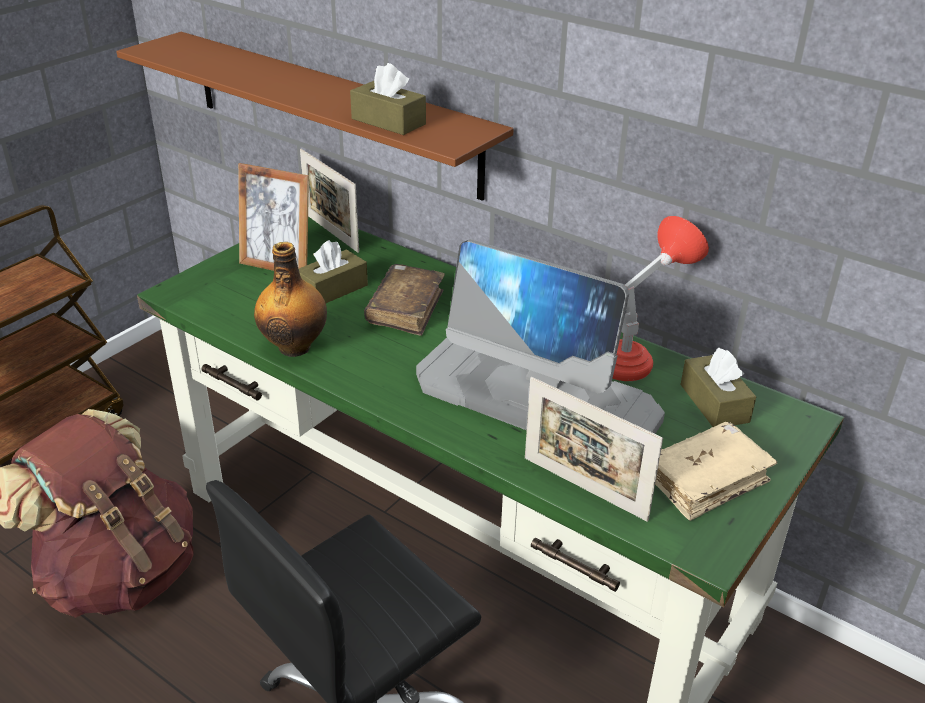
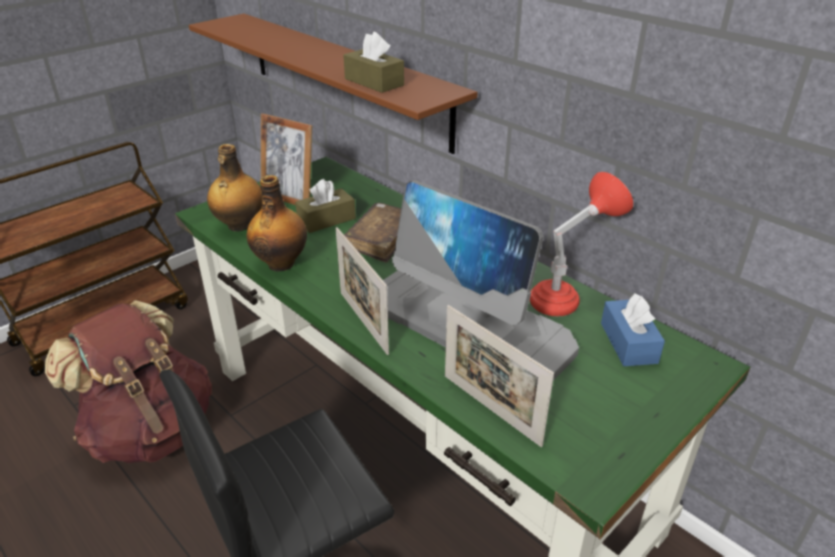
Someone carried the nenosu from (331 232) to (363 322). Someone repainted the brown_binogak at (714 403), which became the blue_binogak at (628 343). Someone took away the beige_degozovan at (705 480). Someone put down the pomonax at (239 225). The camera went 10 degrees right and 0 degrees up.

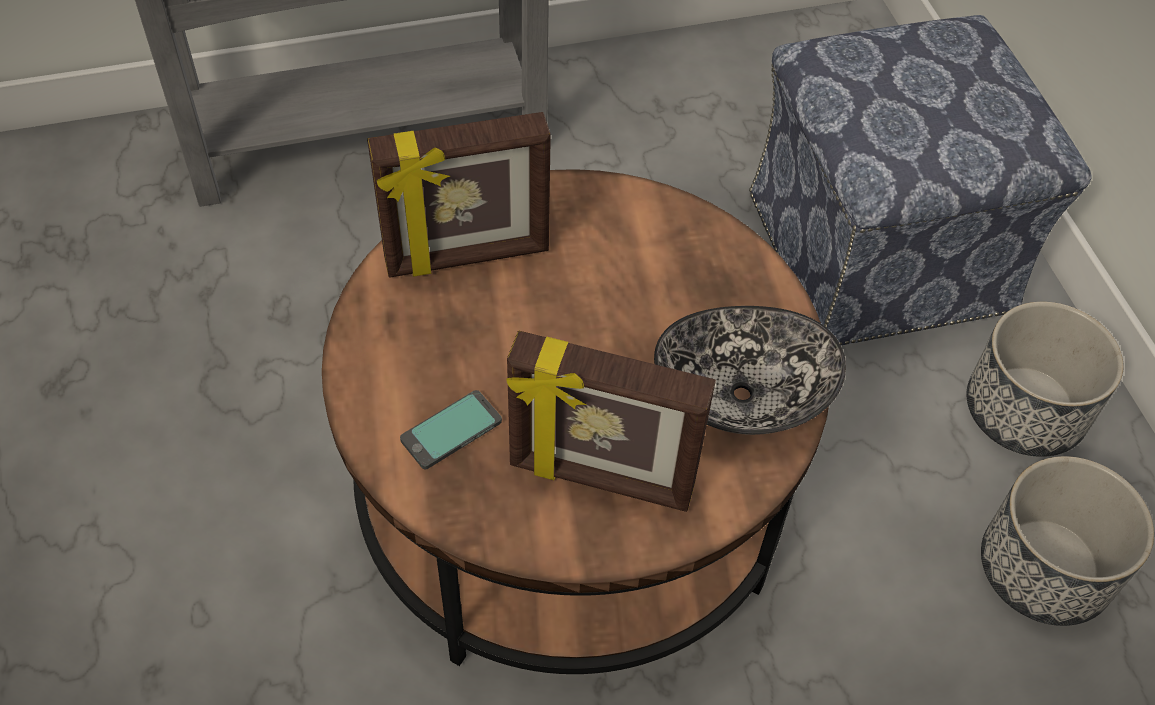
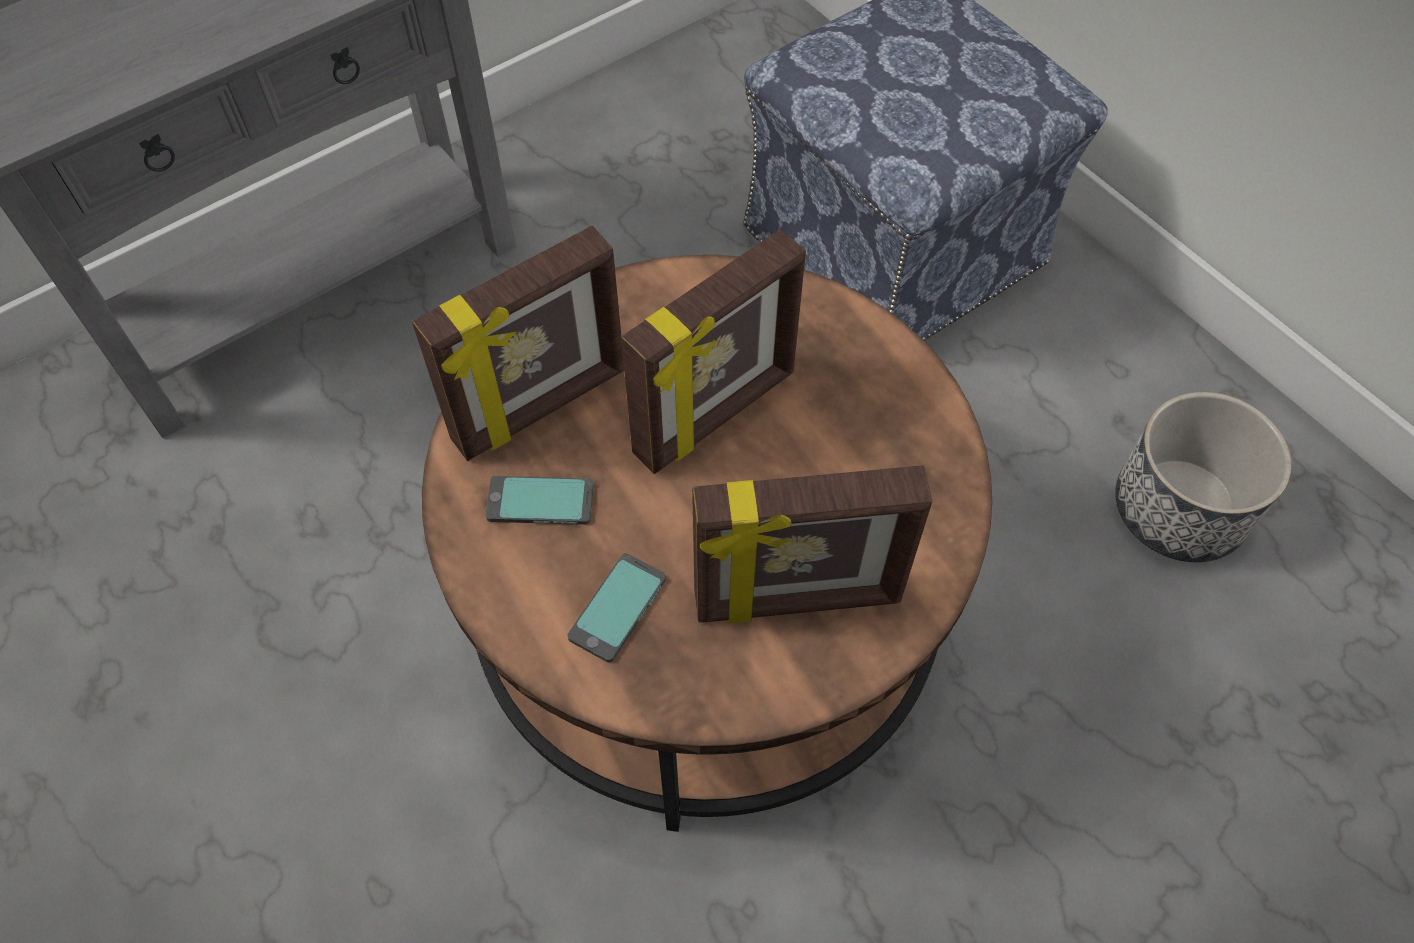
Someone took away the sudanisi at (1025 411). Someone took away the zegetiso at (741 393). Someone put down the nenosu at (716 415). Someone put down the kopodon at (540 502). The camera went 20 degrees left and 5 degrees up.

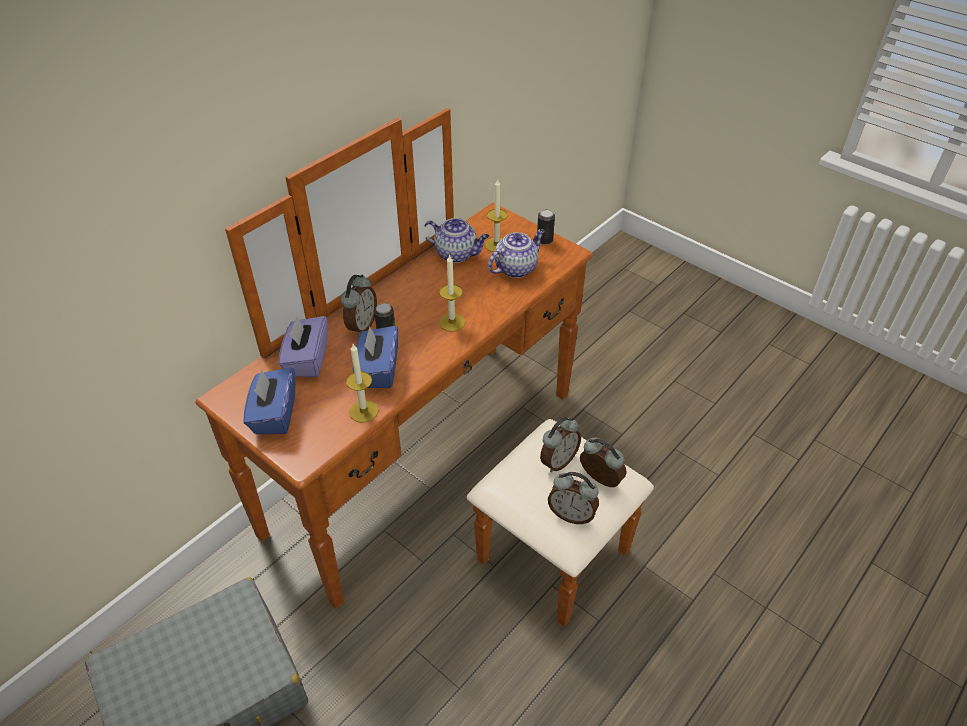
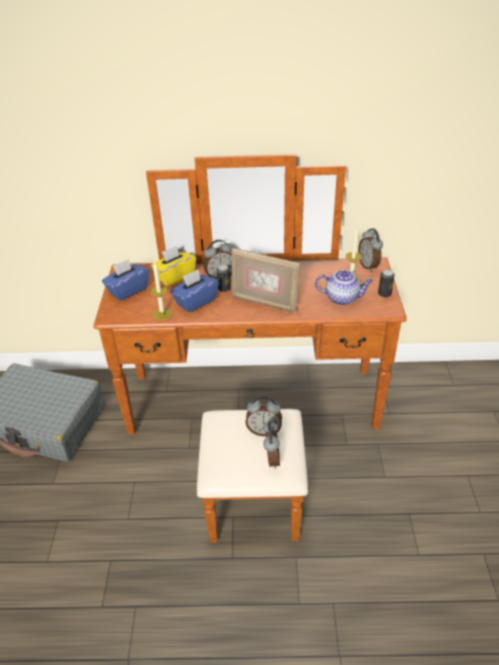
Someone took away the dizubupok at (457 254). Someone swapped the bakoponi at (452 322) for the nenosu at (264 303). Someone repainted the purple_binogak at (307 360), which became the yellow_binogak at (175 276). Someone carried the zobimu from (571 514) to (368 266). The camera went 50 degrees right and 5 degrees down.

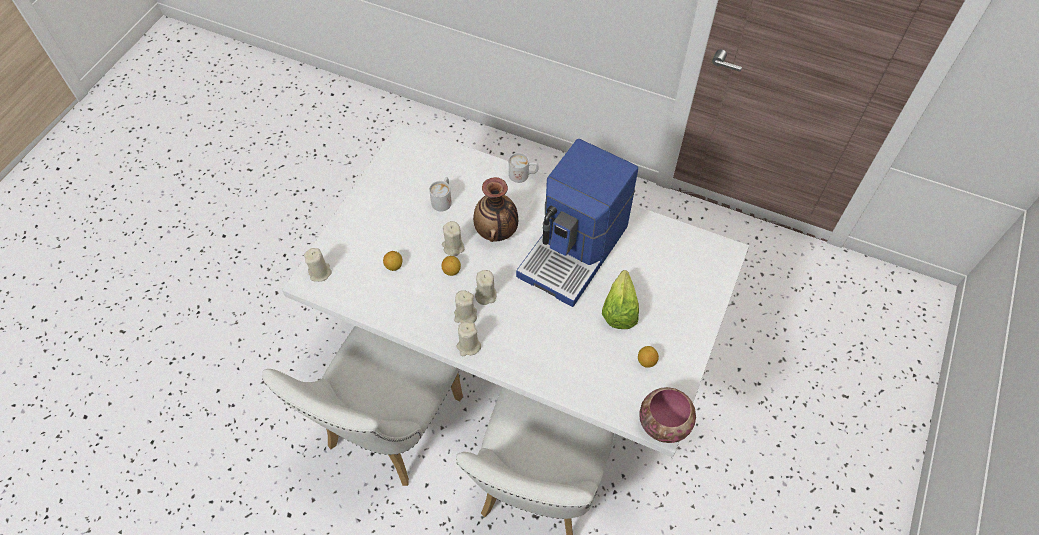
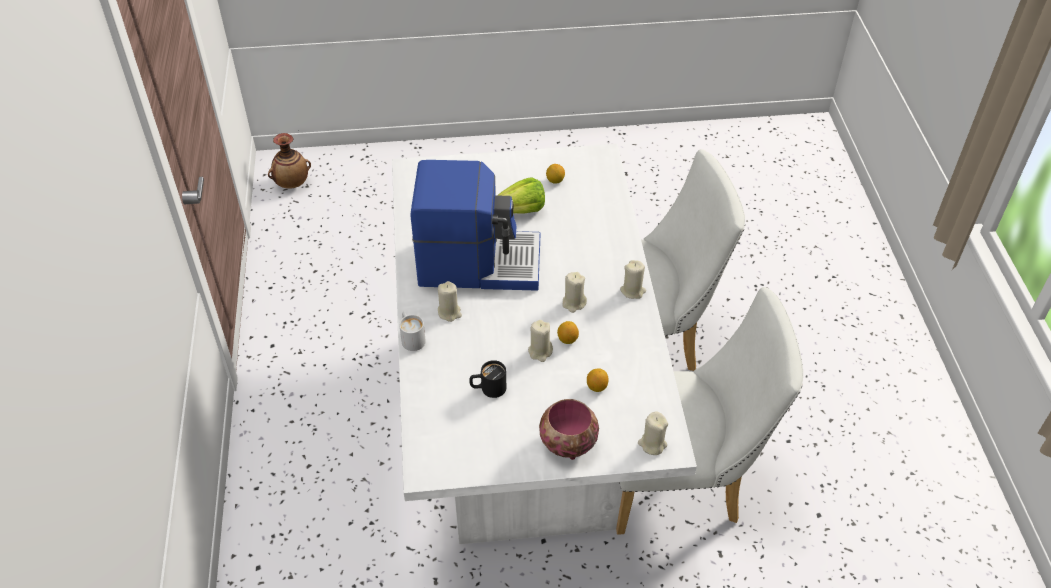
Someone repainted the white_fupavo at (443 199), which became the black_fupavo at (488 389). Someone carried the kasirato from (497 231) to (292 183). Someone carried the beige_bakoponi from (465 315) to (449 312). Someone carried the zegetiso from (664 422) to (566 443). The camera went 120 degrees left and 10 degrees down.

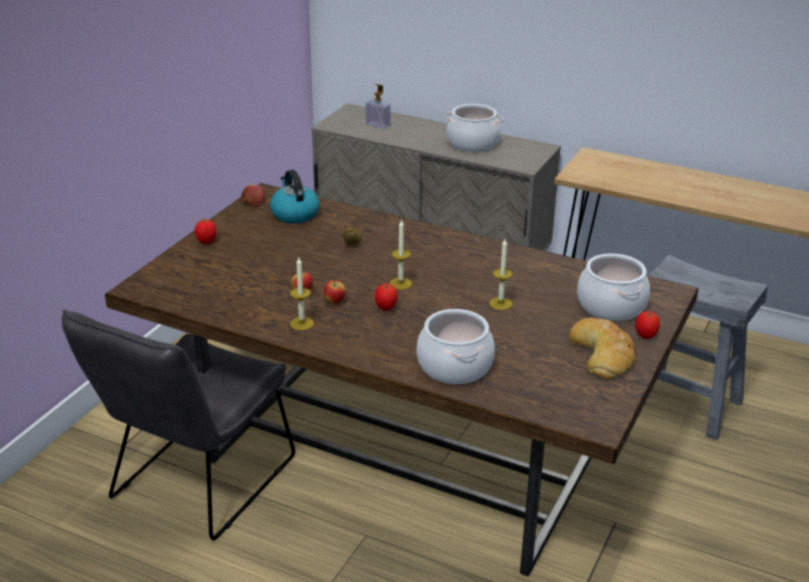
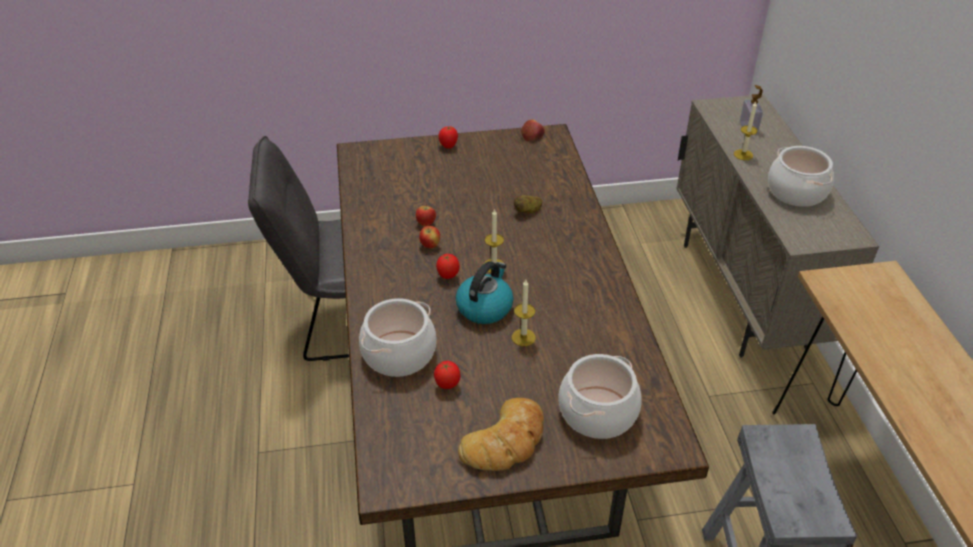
Someone carried the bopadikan from (294 214) to (484 307). Someone carried the bakoponi from (302 323) to (743 155). Someone carried the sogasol from (645 336) to (447 385). The camera went 55 degrees right and 10 degrees up.

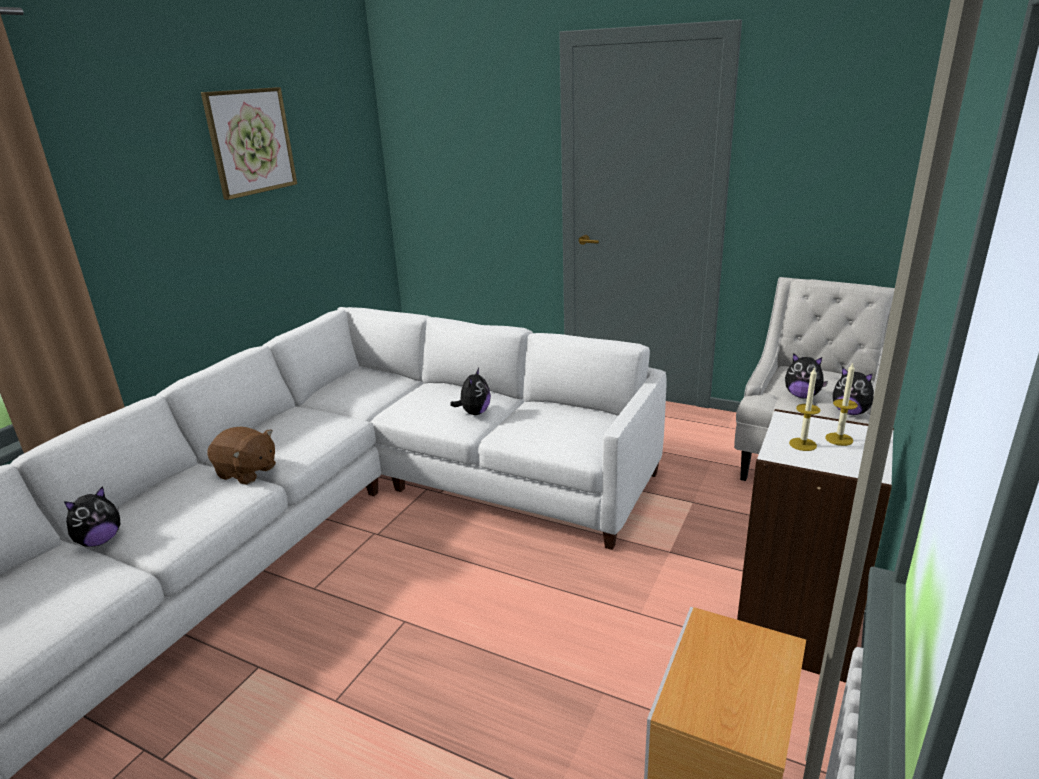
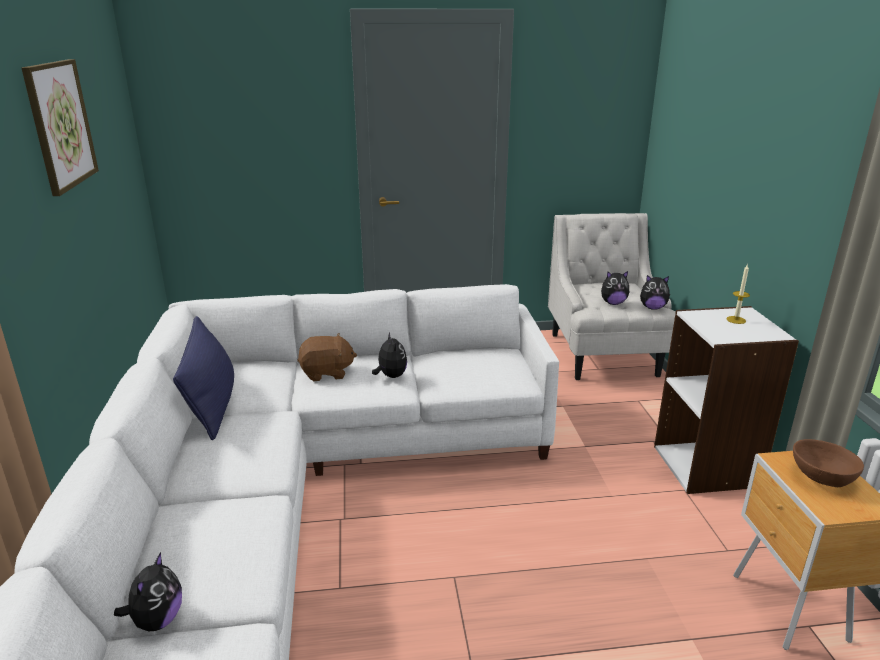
Someone took away the bakoponi at (802 444). Someone carried the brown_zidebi from (247 472) to (327 373). Someone put down the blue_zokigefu at (211 403). Someone put down the brown_zegetiso at (822 478). The camera went 35 degrees left and 0 degrees up.

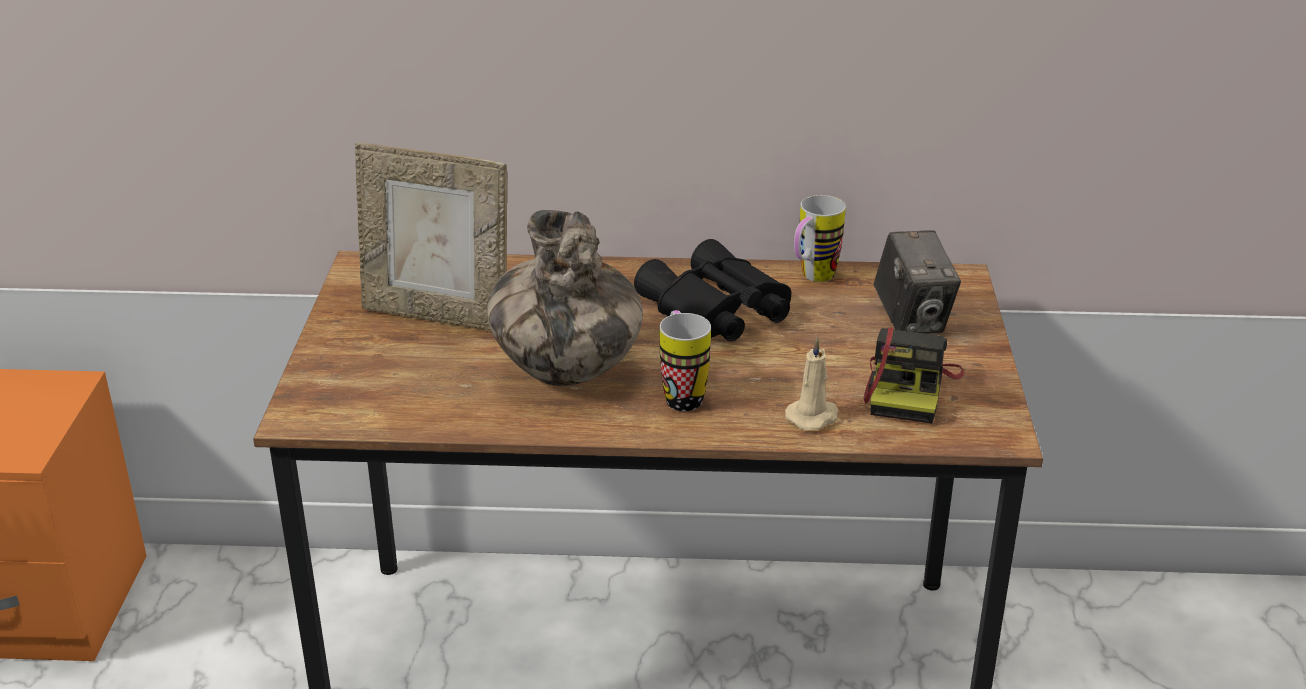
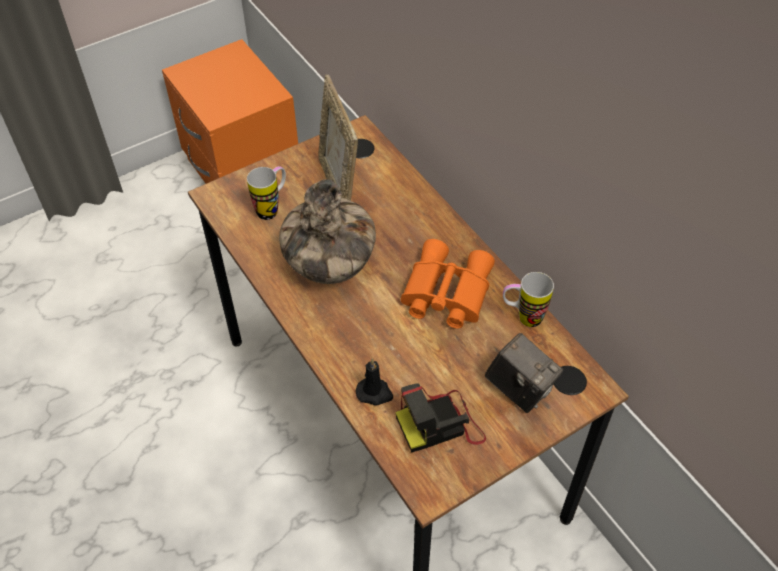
Someone rotated the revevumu at (912 319) by 90 degrees counterclockwise. Someone repainted the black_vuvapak at (715 311), which became the orange_vuvapak at (444 293). Someone carried the fupavo from (681 394) to (272 208). Someone repainted the beige_bakoponi at (813 417), which became the black_bakoponi at (375 393). The camera went 55 degrees right and 20 degrees up.

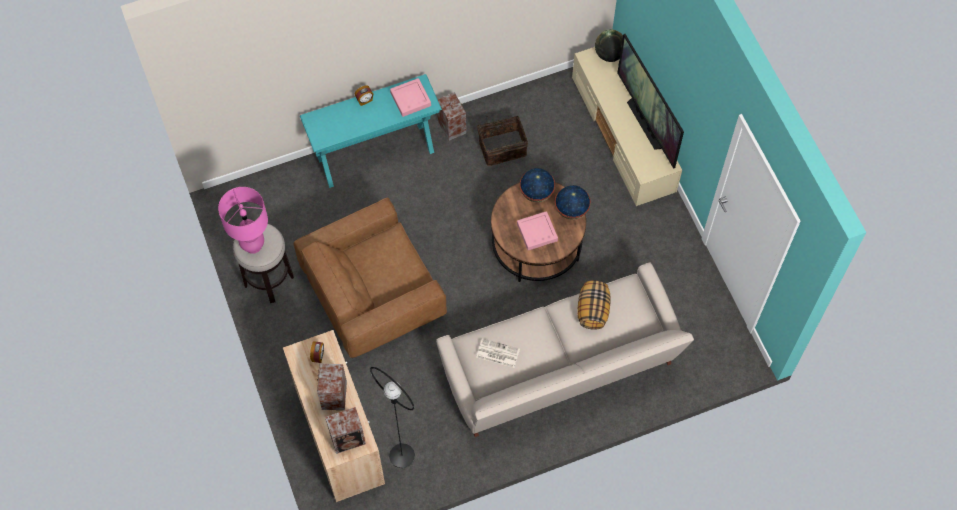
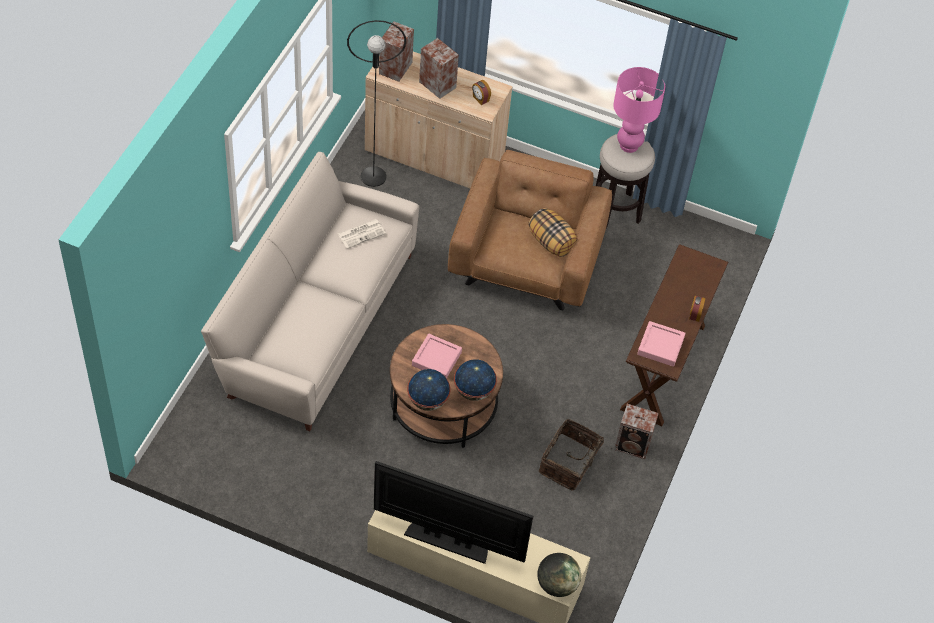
Someone repainted the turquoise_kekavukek at (376 155), which became the brown_kekavukek at (663 367). Someone carried the zokigefu from (592 310) to (551 242). The camera went 130 degrees right and 10 degrees down.

